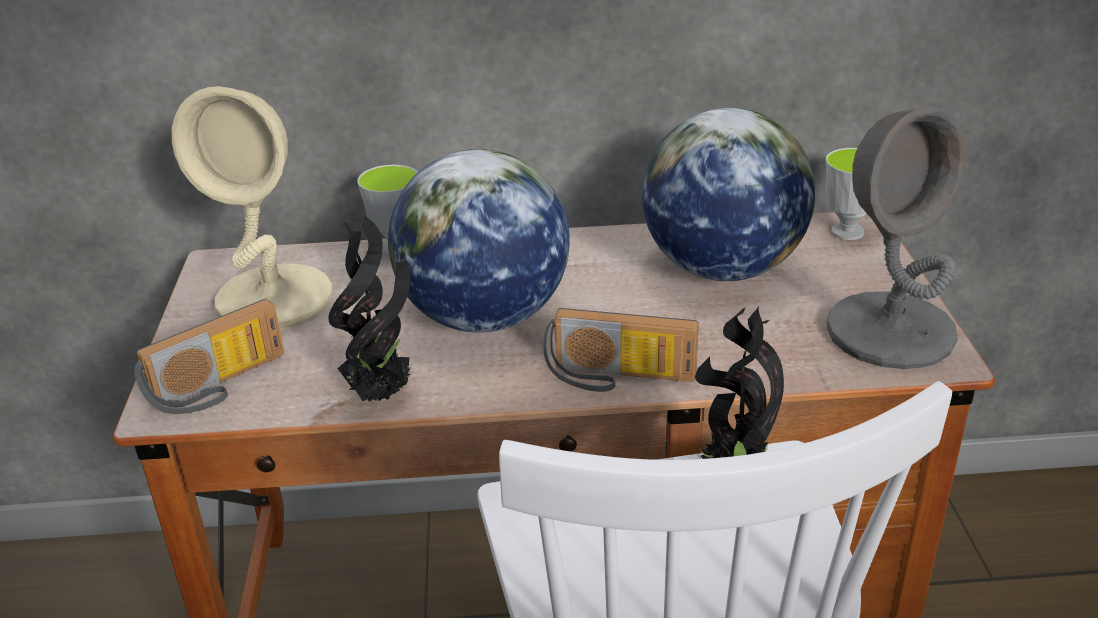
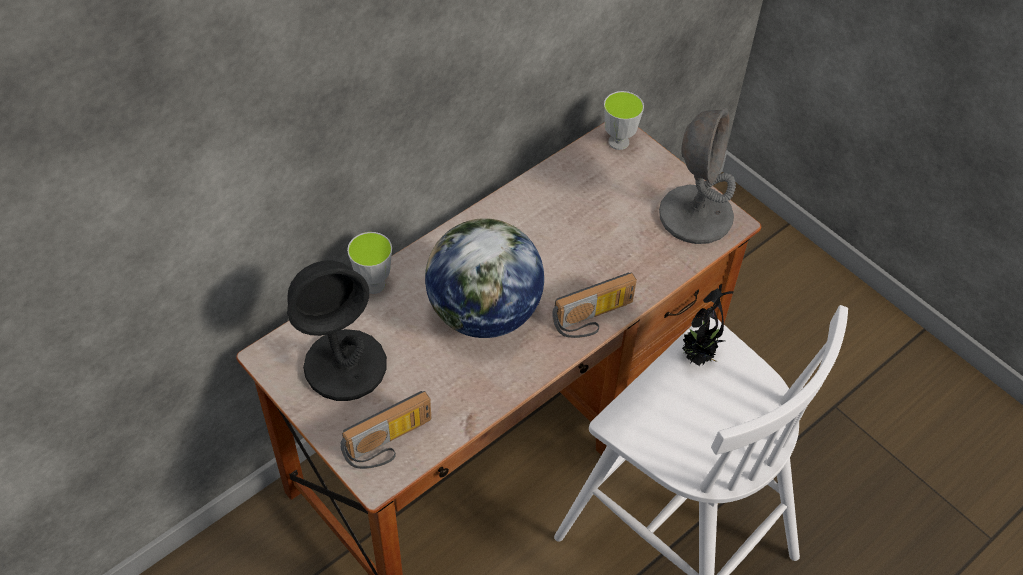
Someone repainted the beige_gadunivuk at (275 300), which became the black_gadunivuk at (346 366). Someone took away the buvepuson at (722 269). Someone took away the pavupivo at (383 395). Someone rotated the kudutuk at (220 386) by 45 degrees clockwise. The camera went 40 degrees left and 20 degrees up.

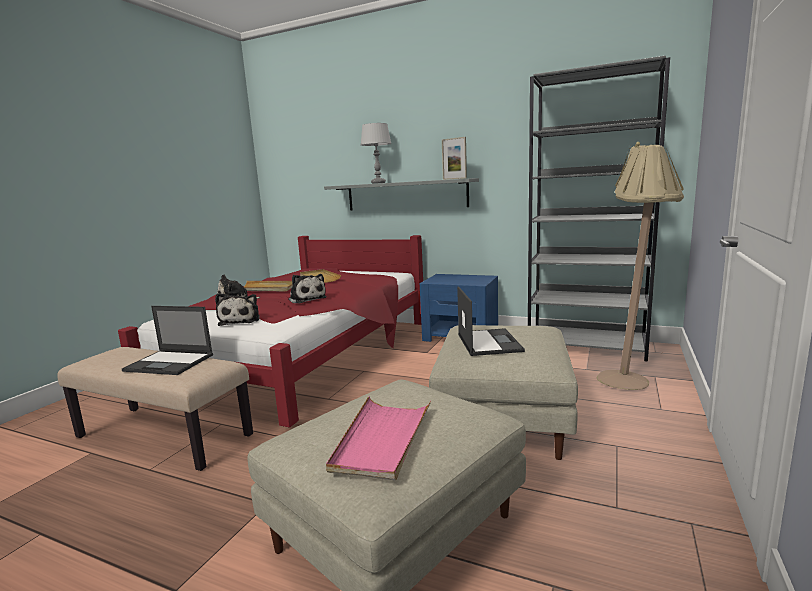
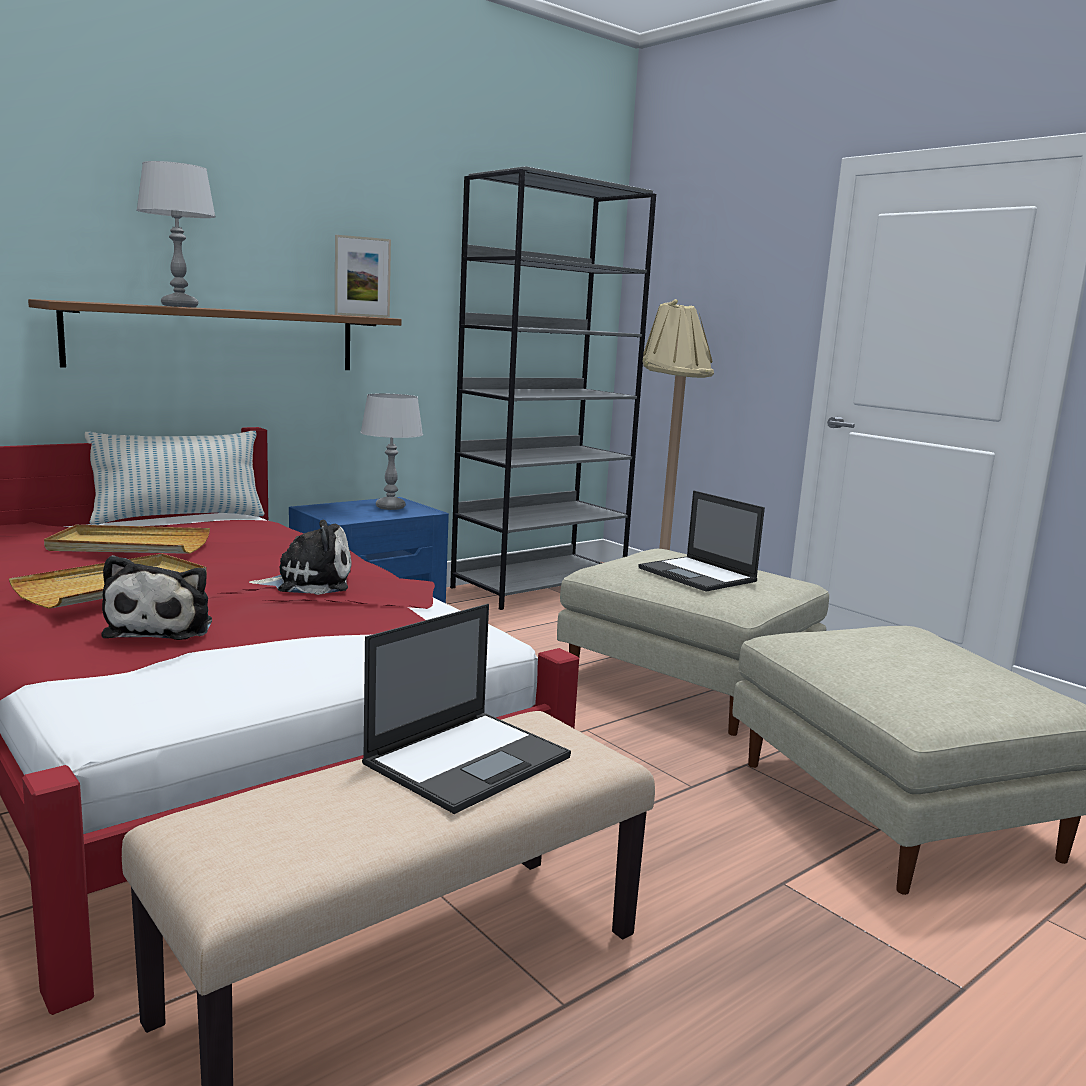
Someone repainted the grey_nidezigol at (406 195), which became the brown_nidezigol at (217 339). Someone rotated the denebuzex at (488 342) by 150 degrees counterclockwise. Someone took away the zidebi at (240 320). Someone took away the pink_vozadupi at (382 439). Someone put down the grey_gadunivuk at (390 507). Someone put down the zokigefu at (179 518). The camera went 65 degrees left and 0 degrees up.

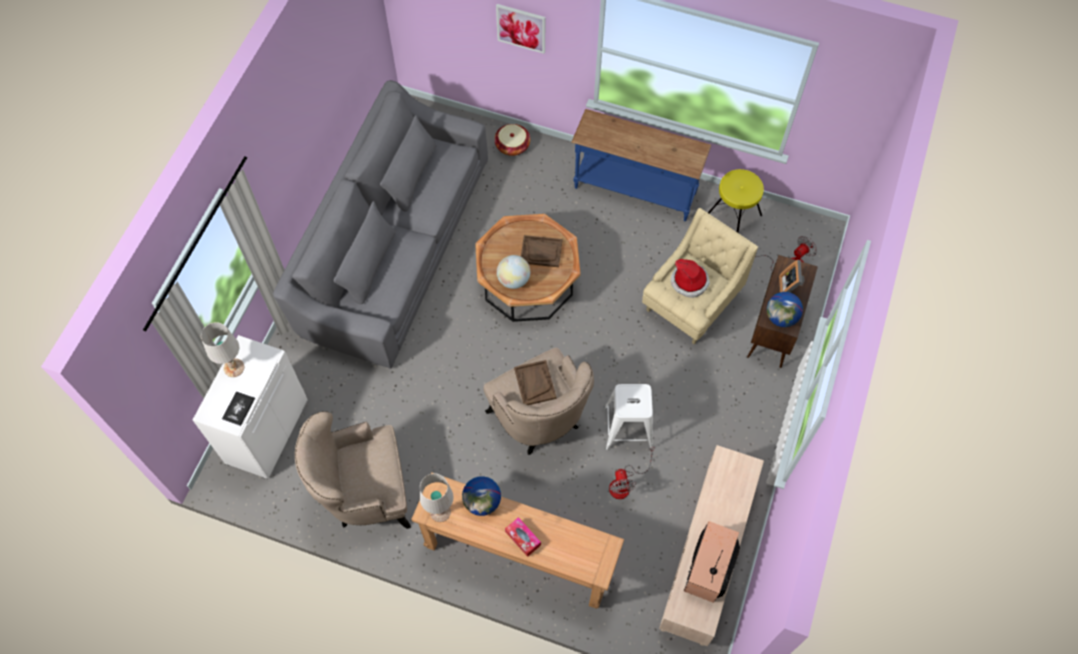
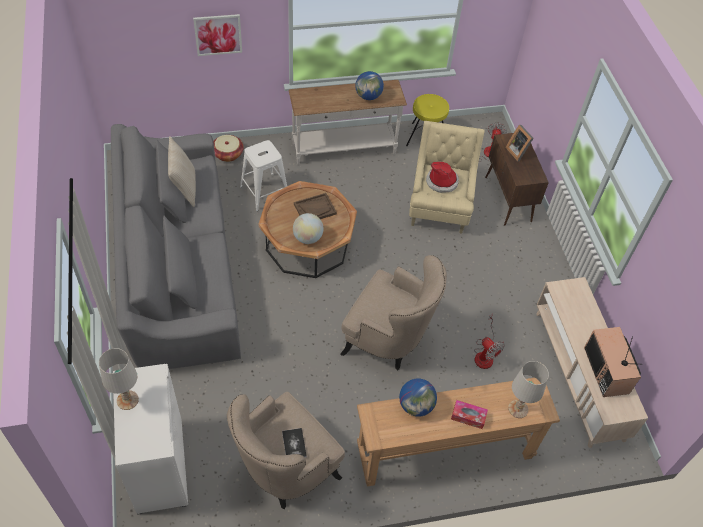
Someone repainted the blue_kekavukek at (634 192), which became the white_kekavukek at (344 149). Someone carried the buvepuson from (781 317) to (368 96). Someone took away the brown_vozadupi at (535 383). Someone carried the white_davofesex from (628 427) to (264 192). Someone carried the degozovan from (238 409) to (294 444). Someone carried the white_gadunivuk from (440 512) to (518 409). Someone put down the beige_zokigefu at (184 188). The camera went 35 degrees left and 10 degrees down.

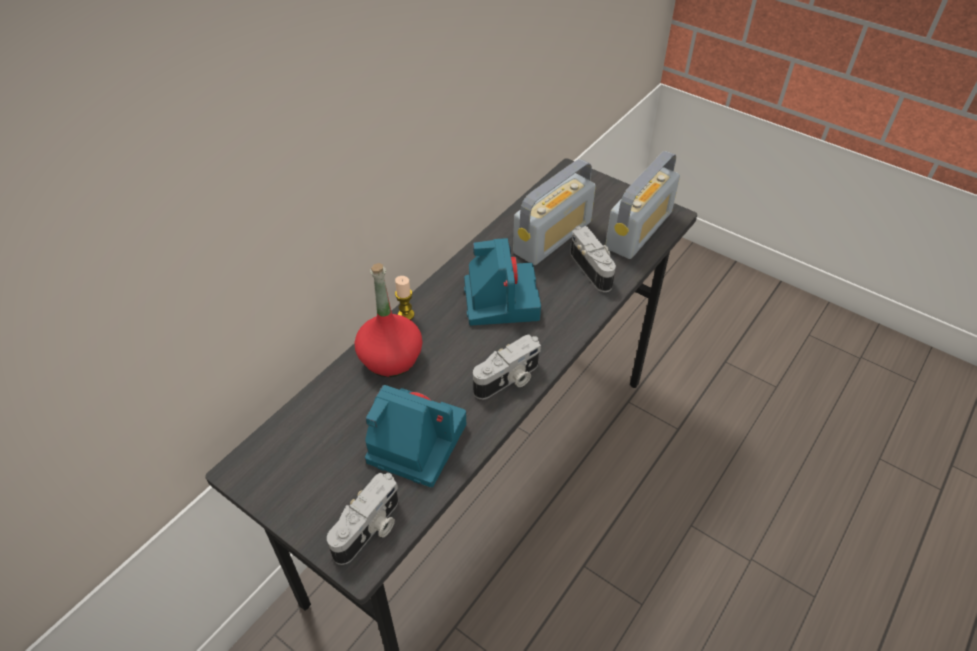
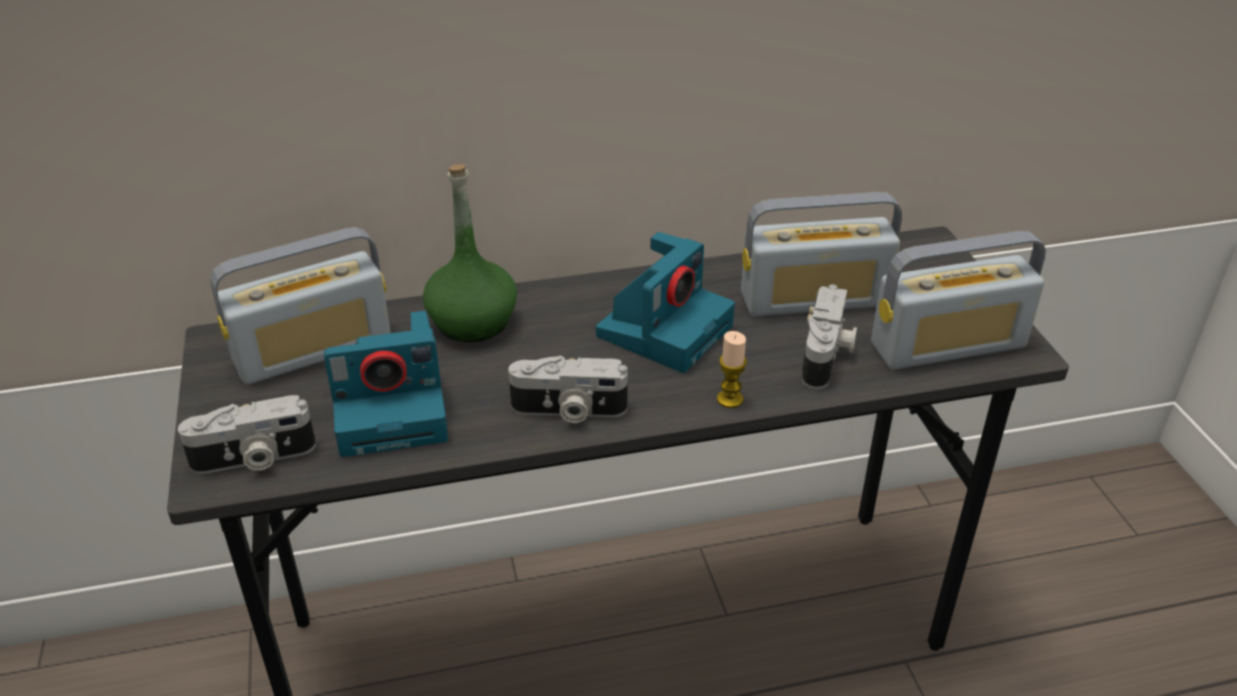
Someone repainted the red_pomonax at (390 358), which became the green_pomonax at (472 322). Someone carried the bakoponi from (406 315) to (730 399). Someone rotated the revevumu at (414 442) by 105 degrees clockwise. Someone put down the kudutuk at (313 350). The camera went 40 degrees right and 10 degrees down.

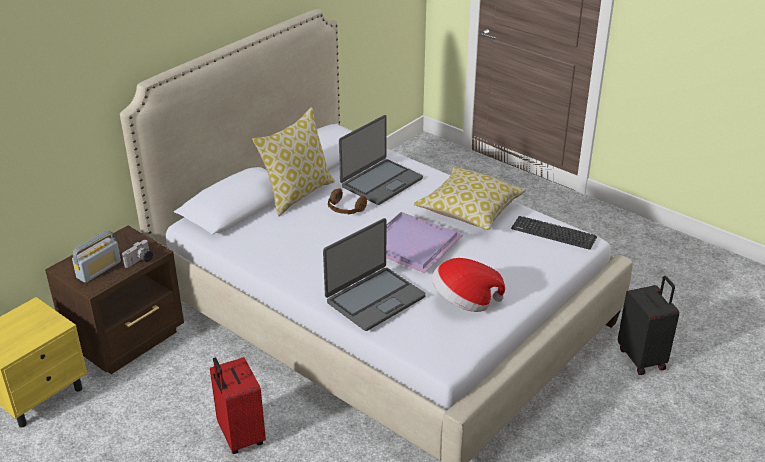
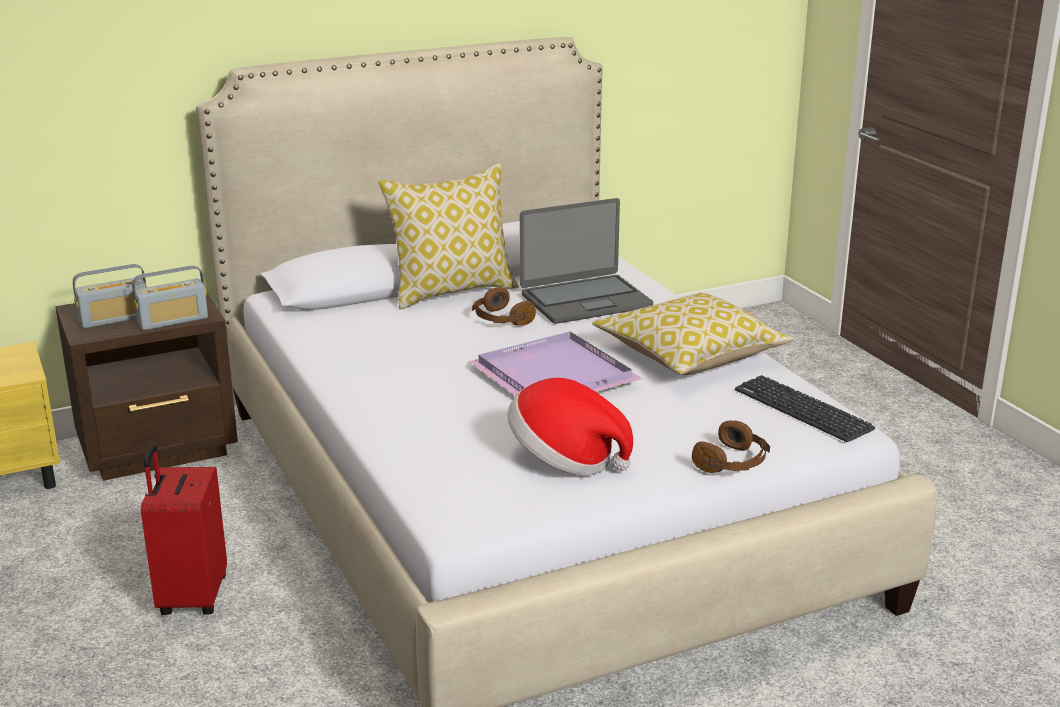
Someone took away the denebuzex at (374 299). Someone swapped the revevumu at (140 261) for the kudutuk at (173 321). Someone took away the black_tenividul at (642 358). Someone put down the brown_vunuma at (733 463). The camera went 25 degrees right and 10 degrees down.

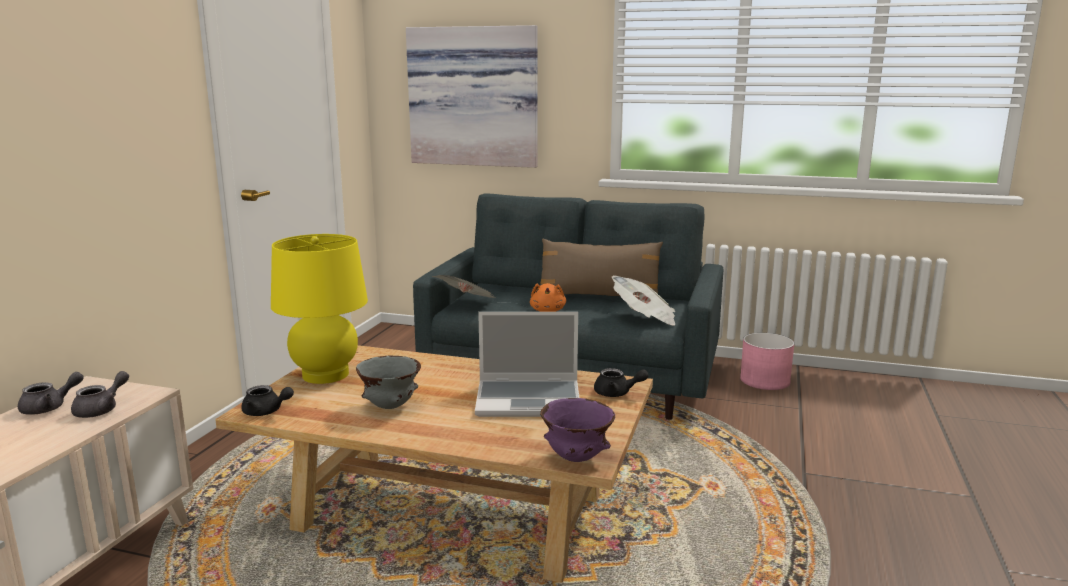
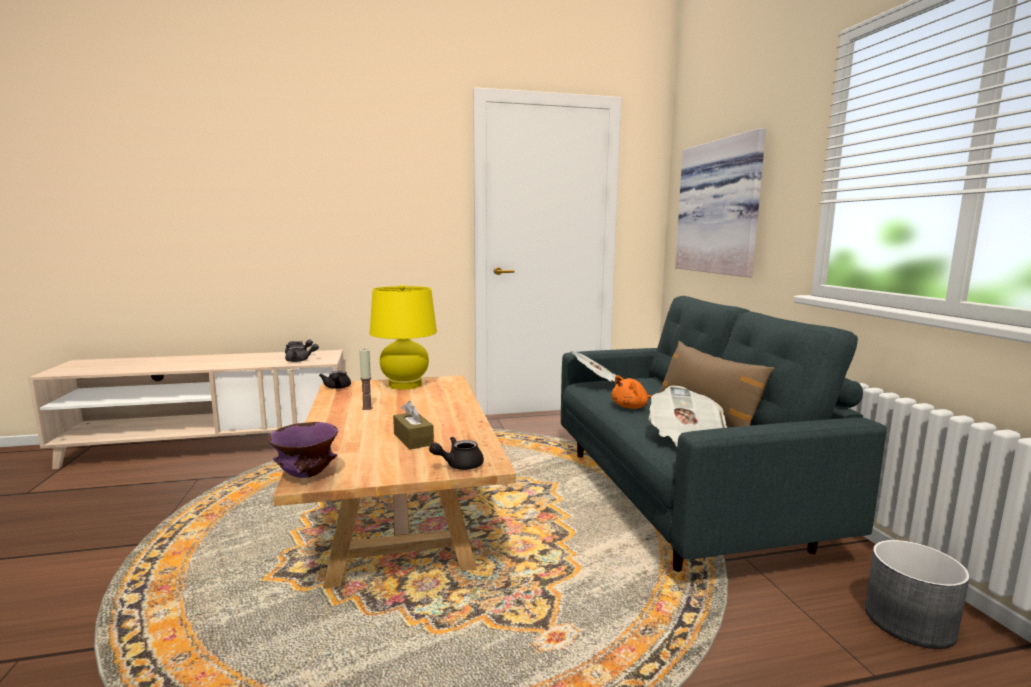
Someone swapped the denebuzex at (529 400) for the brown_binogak at (413 439). Someone repainted the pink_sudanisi at (765 380), which became the grey_sudanisi at (910 622). Someone swapped the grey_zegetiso at (391 406) for the bakoponi at (367 408). Someone rotated the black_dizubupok at (617 393) by 75 degrees clockwise. The camera went 60 degrees right and 5 degrees down.

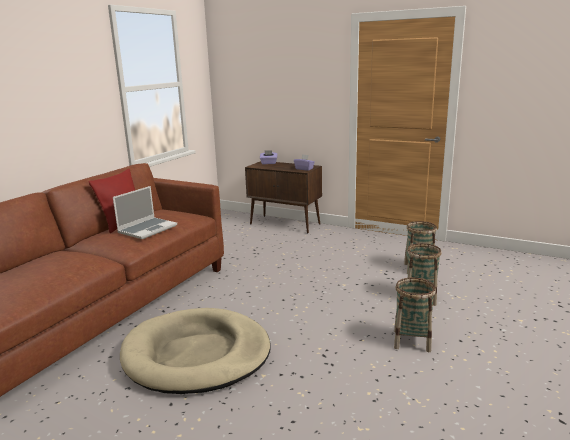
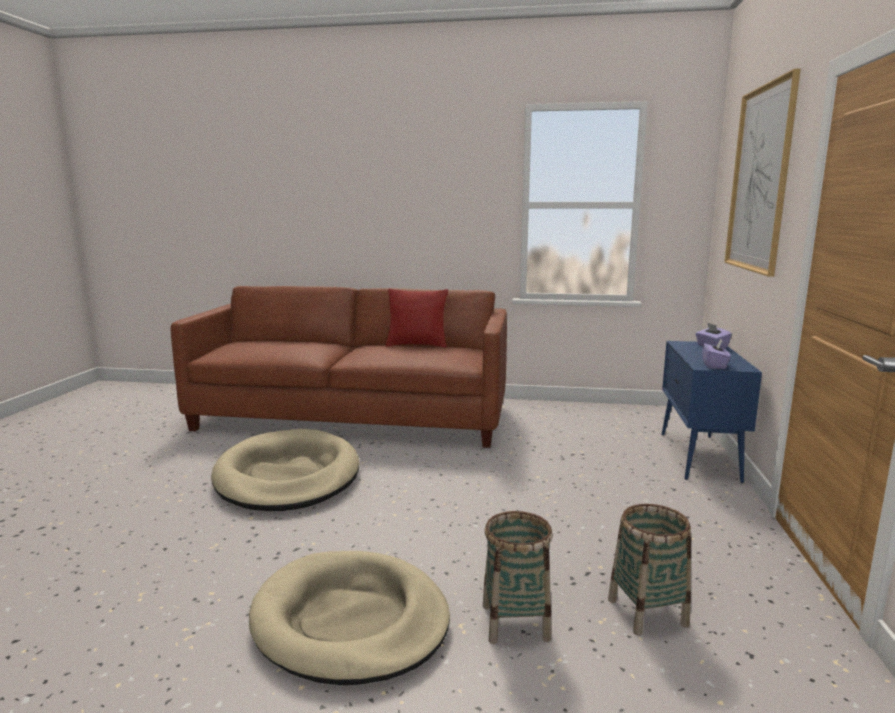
Someone repainted the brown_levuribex at (285 224), which became the blue_levuribex at (699 457). Someone took away the denebuzex at (147 229). Someone swapped the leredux at (412 341) for the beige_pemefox at (350 621). Someone put up the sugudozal at (759 179). The camera went 70 degrees right and 5 degrees down.

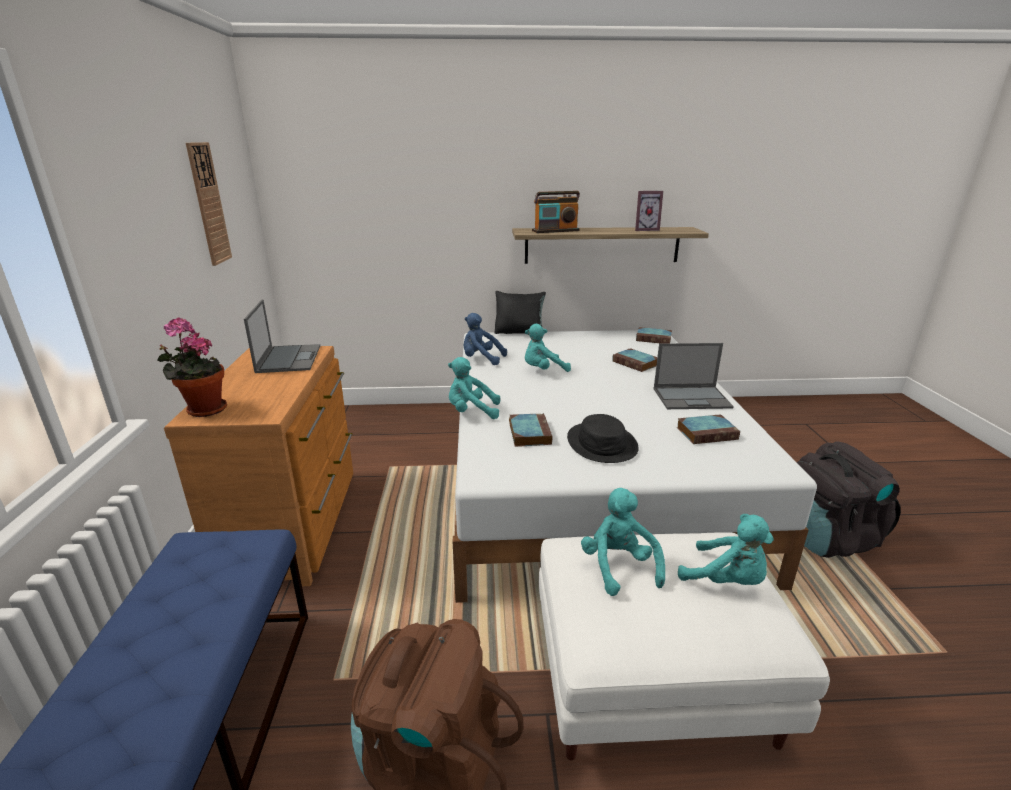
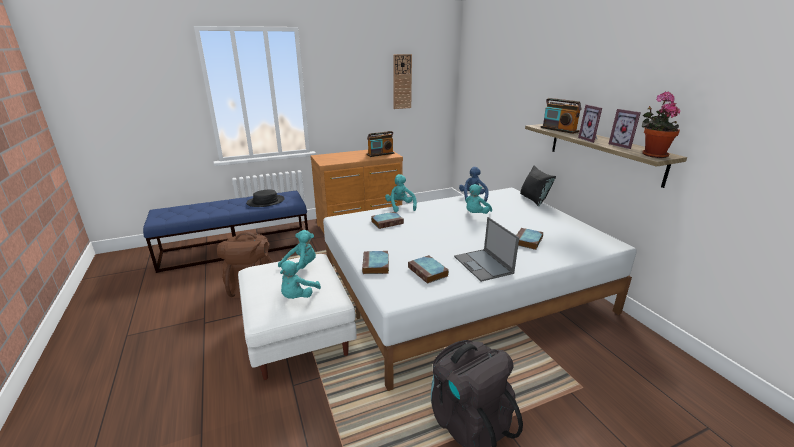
Someone swapped the denebuzex at (289 358) for the kudutuk at (380 154). Someone carried the pavupivo from (203 410) to (652 154). Someone rotated the turquoise_zidebi at (543 370) by 105 degrees counterclockwise. Someone carried the degozovan from (654 339) to (376 265). Someone carried the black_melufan from (602 443) to (265 202). Someone put down the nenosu at (590 139). The camera went 70 degrees right and 0 degrees up.

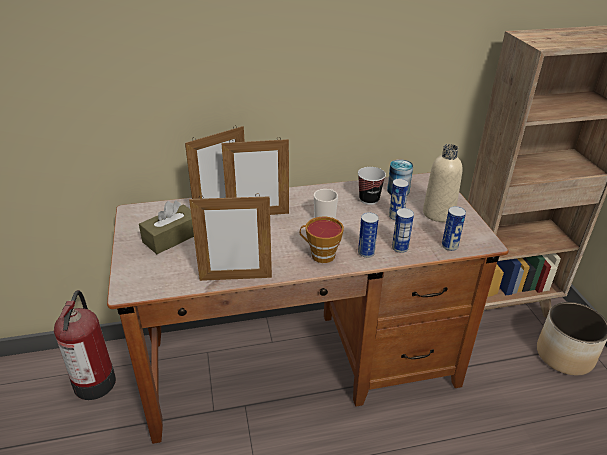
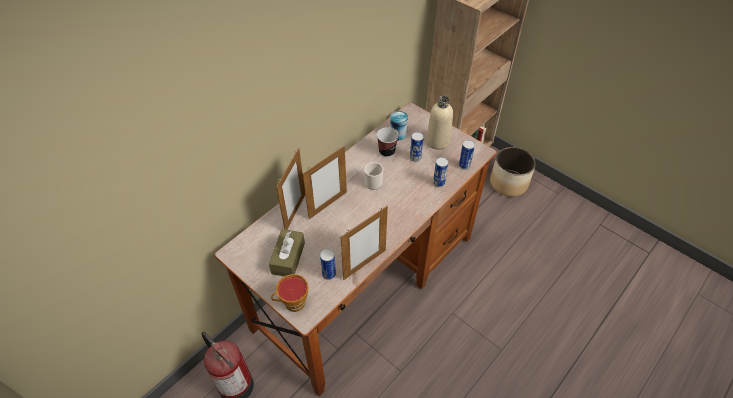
Someone carried the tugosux from (366 253) to (329 274). Someone carried the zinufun from (320 255) to (292 304). The camera went 35 degrees left and 15 degrees up.

